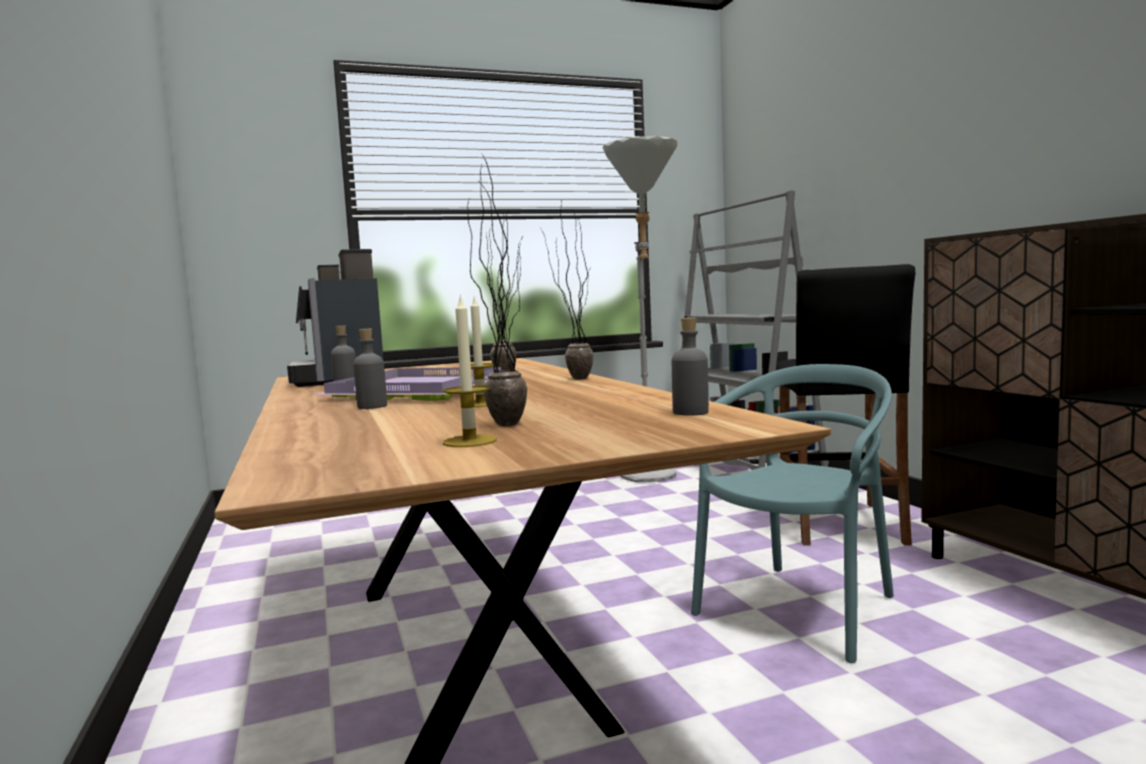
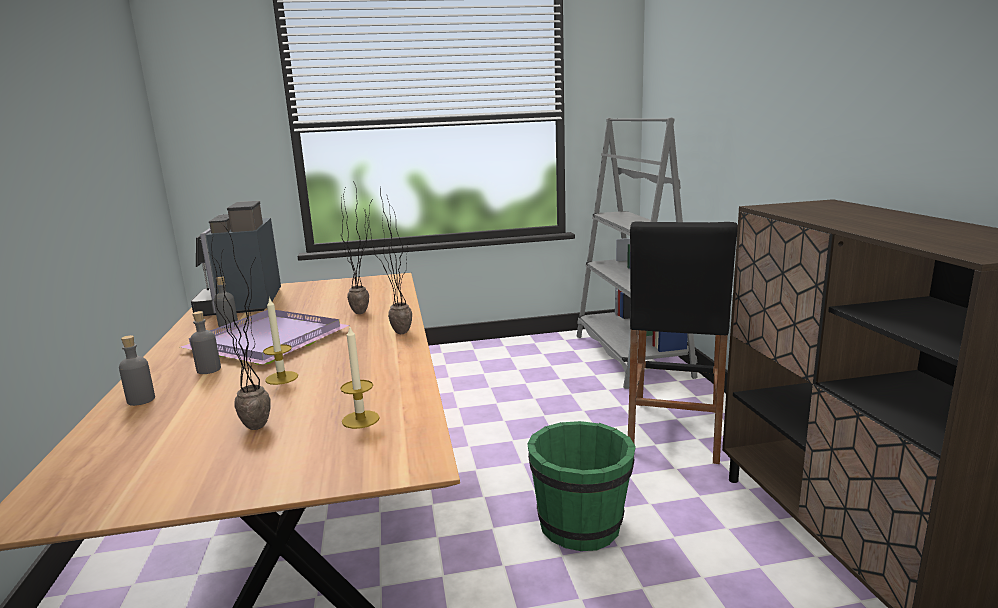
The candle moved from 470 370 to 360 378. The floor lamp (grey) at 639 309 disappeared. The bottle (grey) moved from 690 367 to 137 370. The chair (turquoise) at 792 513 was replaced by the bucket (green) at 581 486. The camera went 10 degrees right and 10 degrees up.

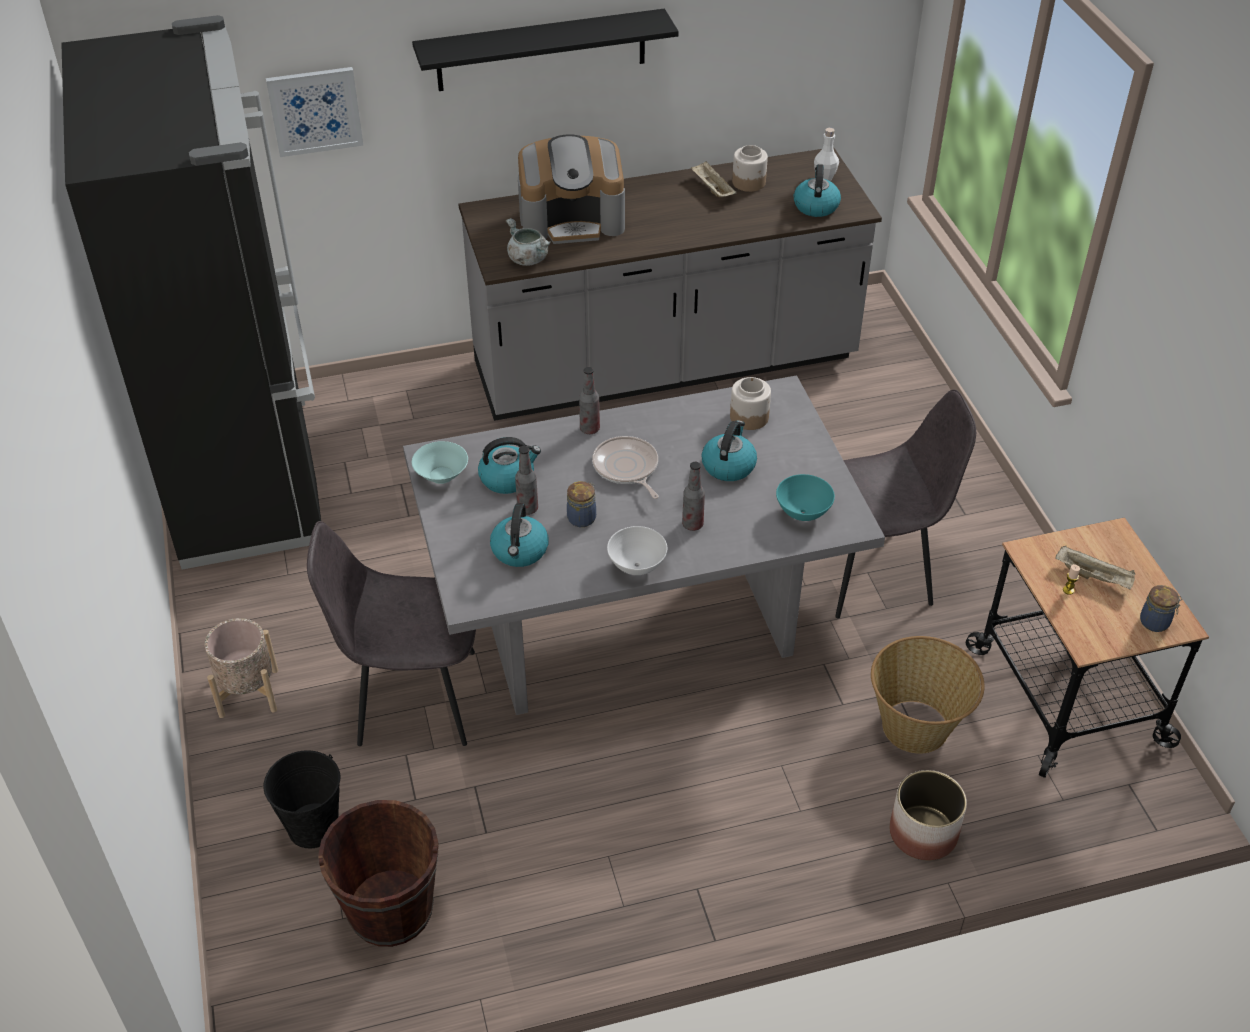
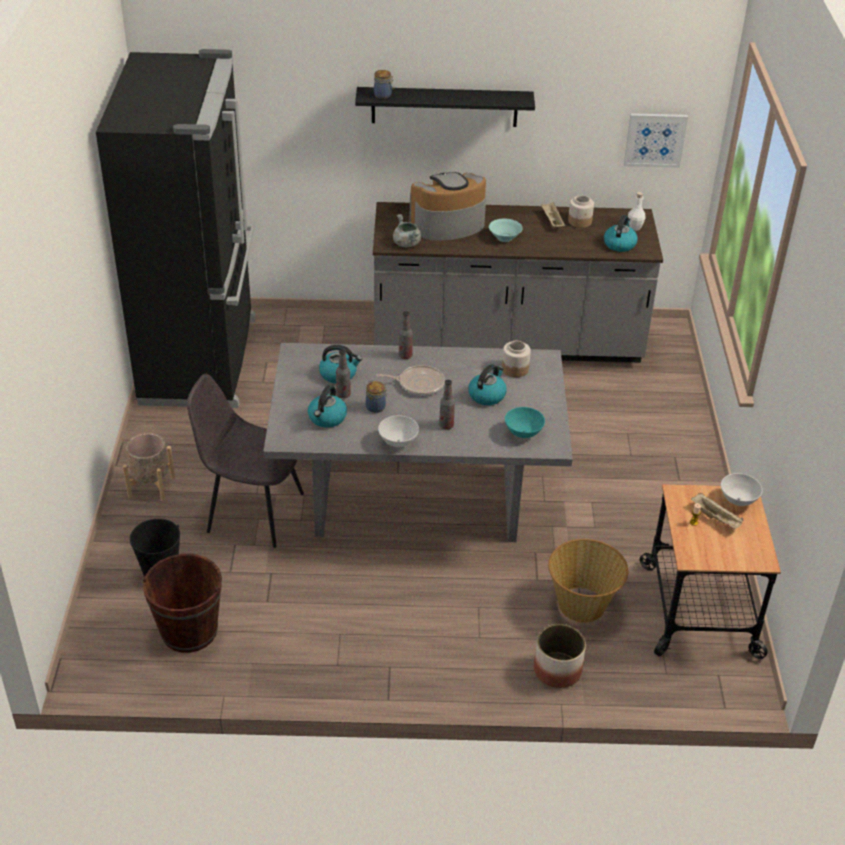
The picture moved from 314 112 to 656 140. The bowl (turquoise) moved from 440 462 to 506 230. The coffee machine at 571 189 turned 150 degrees clockwise. The frying pan at 625 467 turned 105 degrees clockwise. The chair (grey) at 905 504 disappeared. The jar moved from 1161 608 to 384 84. The bowl (white) at 741 489 appeared. The camera went 15 degrees right and 5 degrees down.

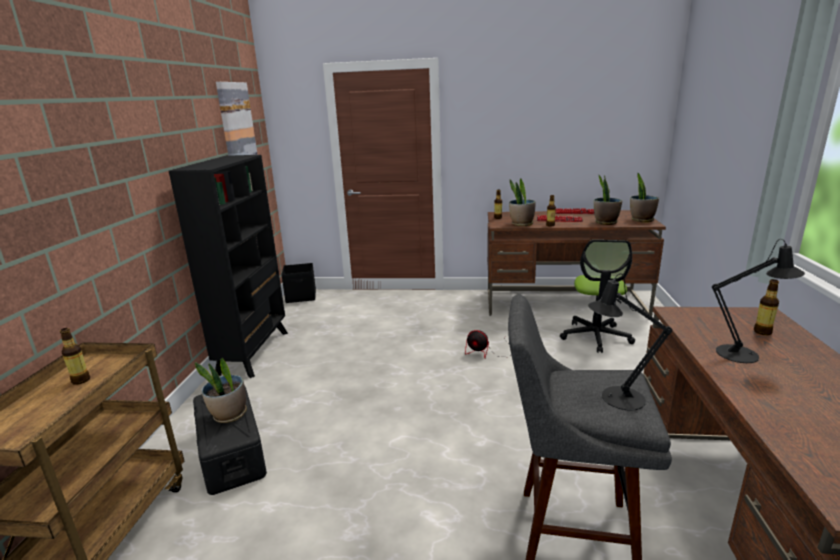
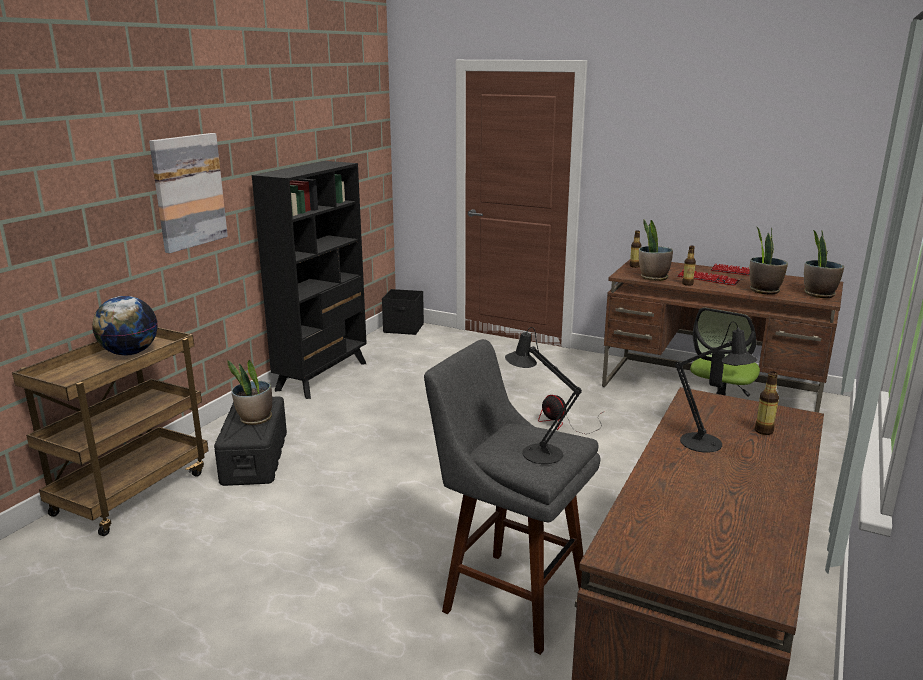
The bottle at 75 356 was replaced by the globe at 125 326. The picture moved from 237 119 to 188 193. The camera went 20 degrees right and 0 degrees up.

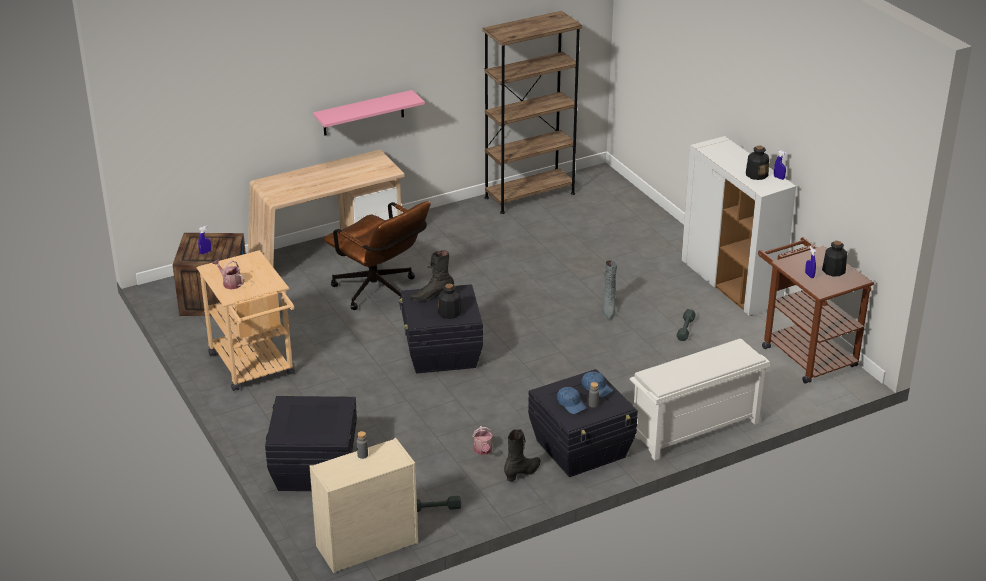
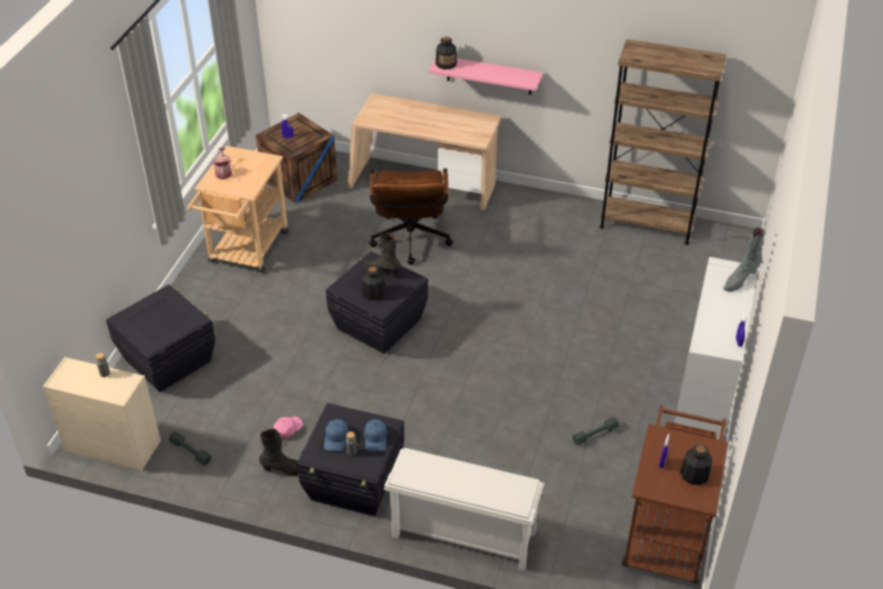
The watering can at 482 440 was replaced by the cap (pink) at 288 428. The boot (grey) moved from 609 289 to 744 259. The bottle moved from 757 162 to 446 53. The camera went 45 degrees right and 10 degrees up.

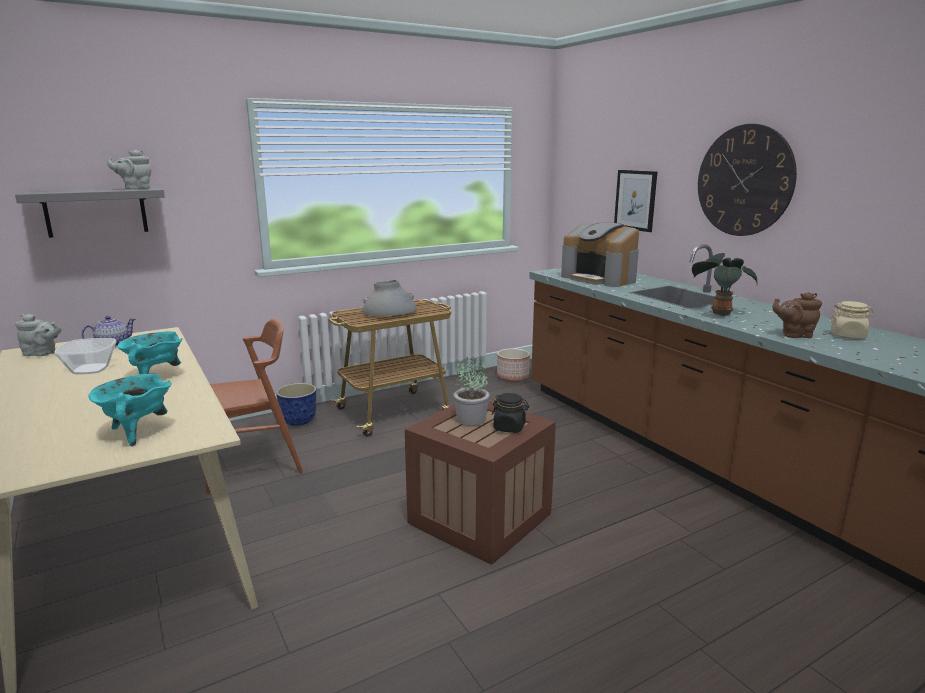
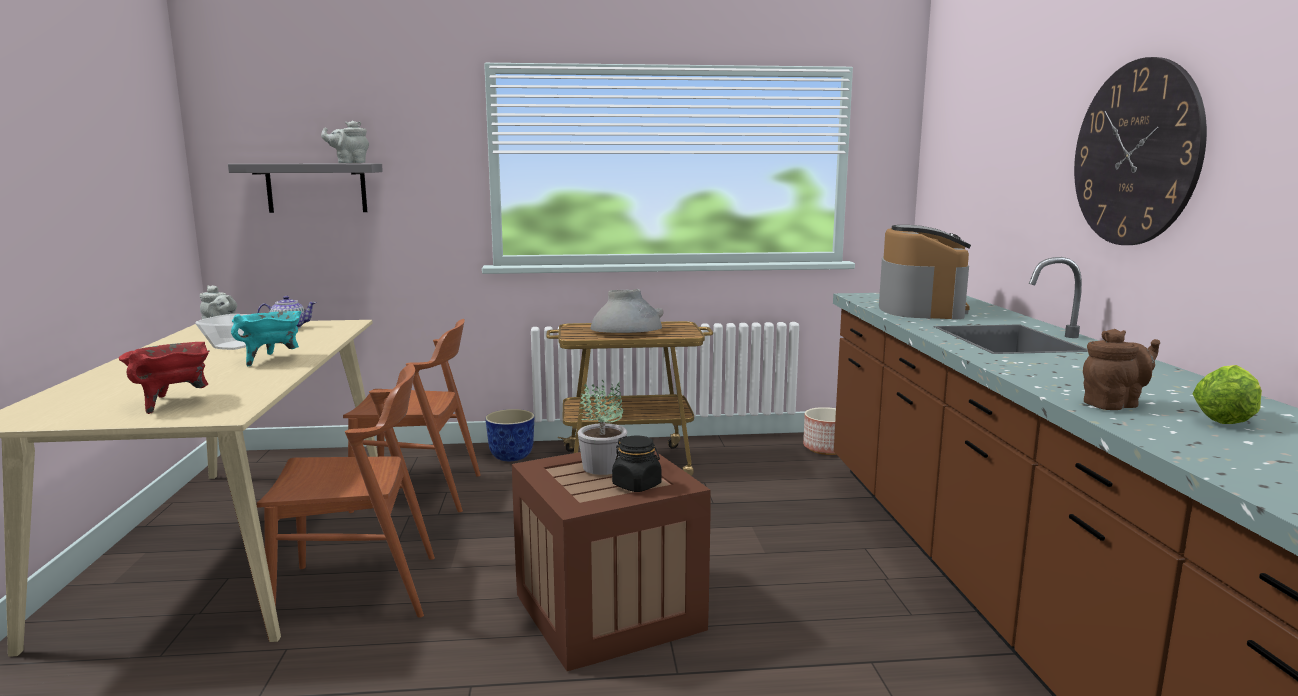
The cooking pot (turquoise) at 130 410 became the cooking pot (red) at 164 378. The coffee machine at 600 254 turned 150 degrees counterclockwise. The picture at 635 201 disappeared. The potted plant at 725 284 disappeared. The teapot (brown) at 797 315 turned 135 degrees clockwise. The jar (beige) at 852 320 was replaced by the lettuce at 1227 394. The chair (brown) at 346 491 appeared. The camera went 25 degrees right and 5 degrees down.

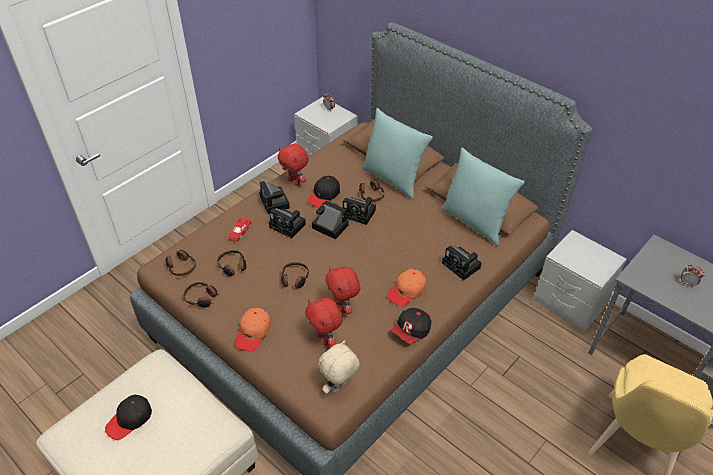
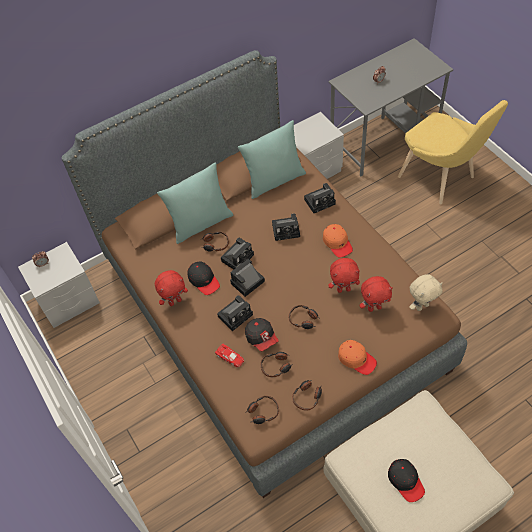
The photo camera moved from 274 197 to 286 227. The plush toy (beige) at 339 367 turned 90 degrees counterclockwise. The cap moved from 411 326 to 262 334. The camera went 70 degrees left and 10 degrees up.

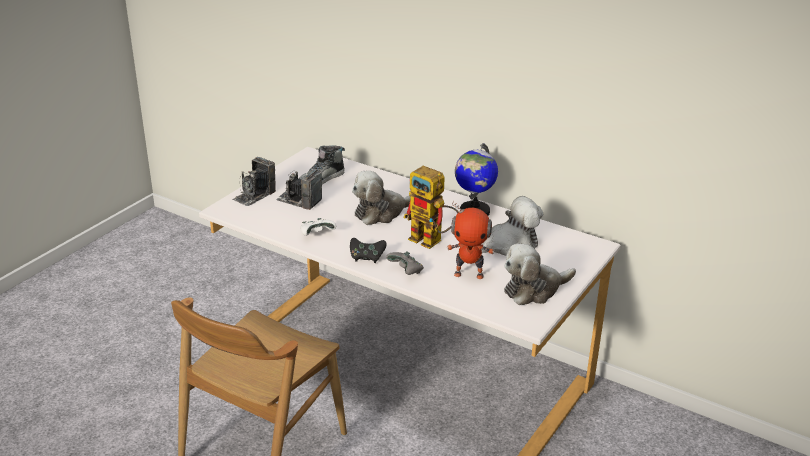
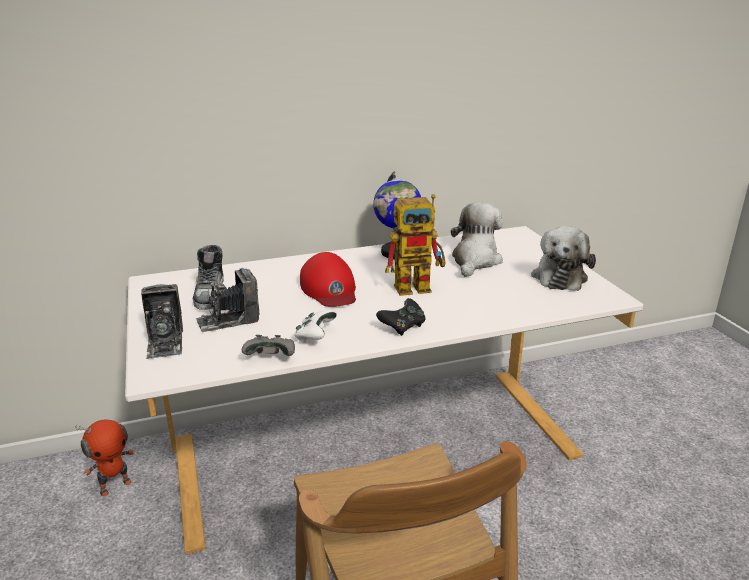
The plush toy at 381 198 was replaced by the cap (red) at 328 279. The game controller (grey) moved from 405 263 to 268 345. The toy robot moved from 470 240 to 105 457. The camera went 50 degrees left and 5 degrees down.

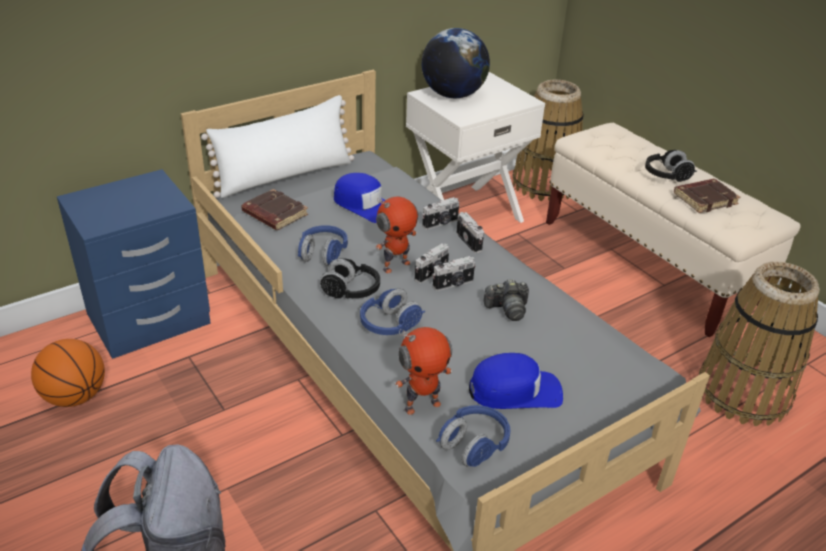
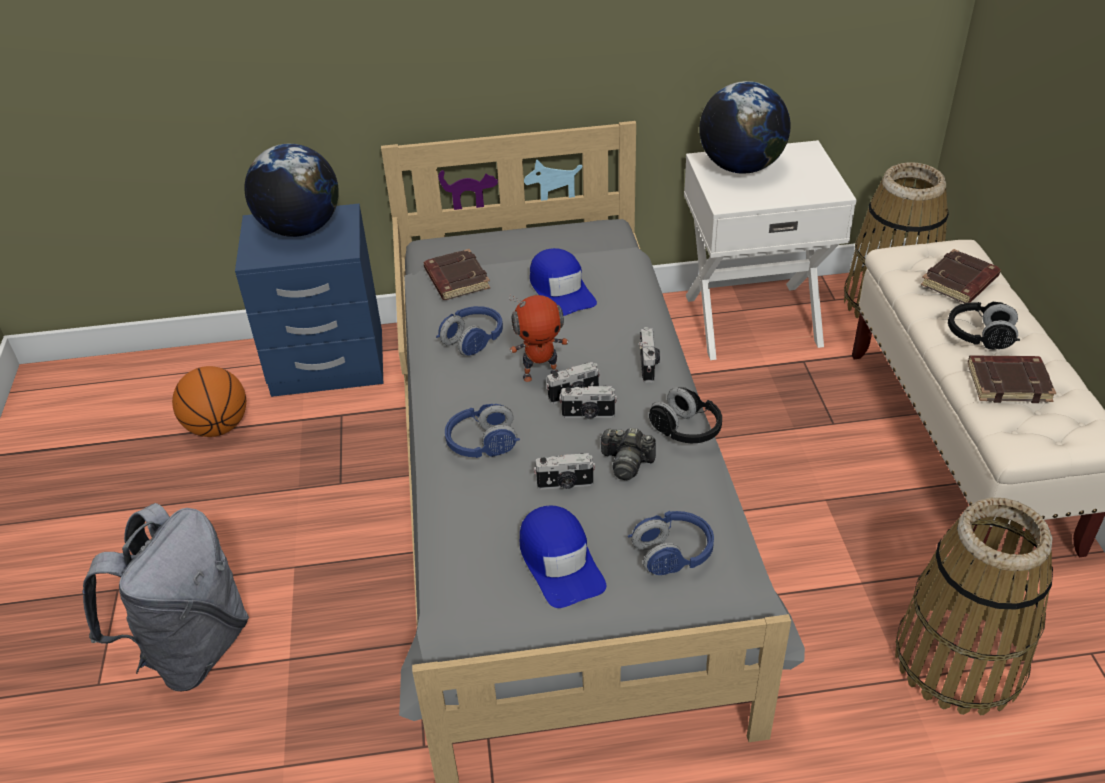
The pillow (white) at 277 146 disappeared. The headphones (black) moved from 350 278 to 685 415. The toy robot at 423 371 disappeared. The photo camera moved from 440 213 to 565 471. The headphones (blue) moved from 473 436 to 671 543. The cap (blue) at 516 381 turned 45 degrees clockwise. The globe at 291 190 appeared. The book (brown) at 961 276 appeared. The camera went 30 degrees right and 5 degrees up.

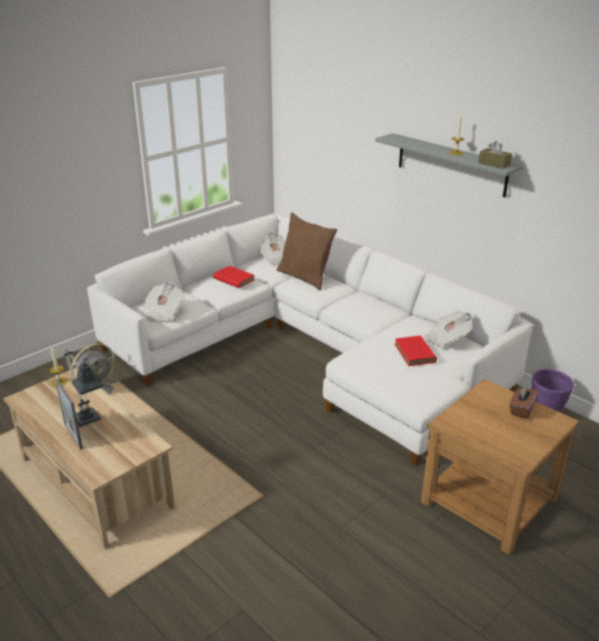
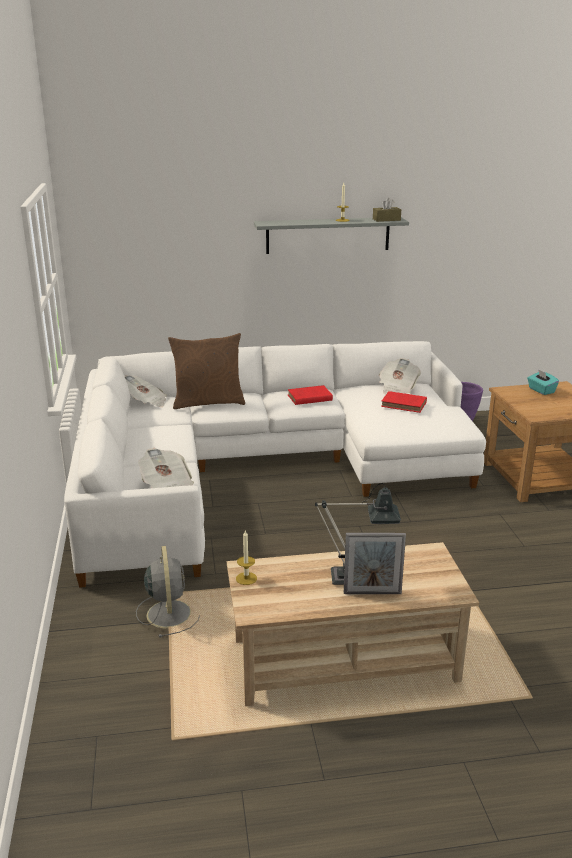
The book (red) moved from 234 277 to 310 395. The tissue box (brown) at 524 402 became the tissue box (turquoise) at 543 382. The camera went 55 degrees left and 5 degrees down.

